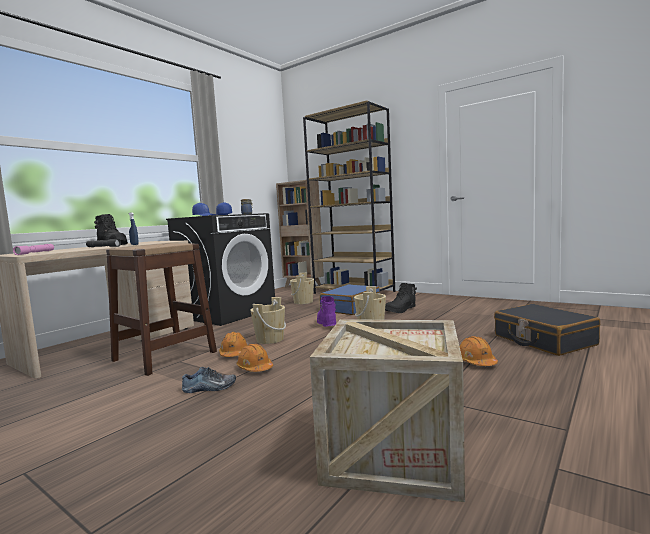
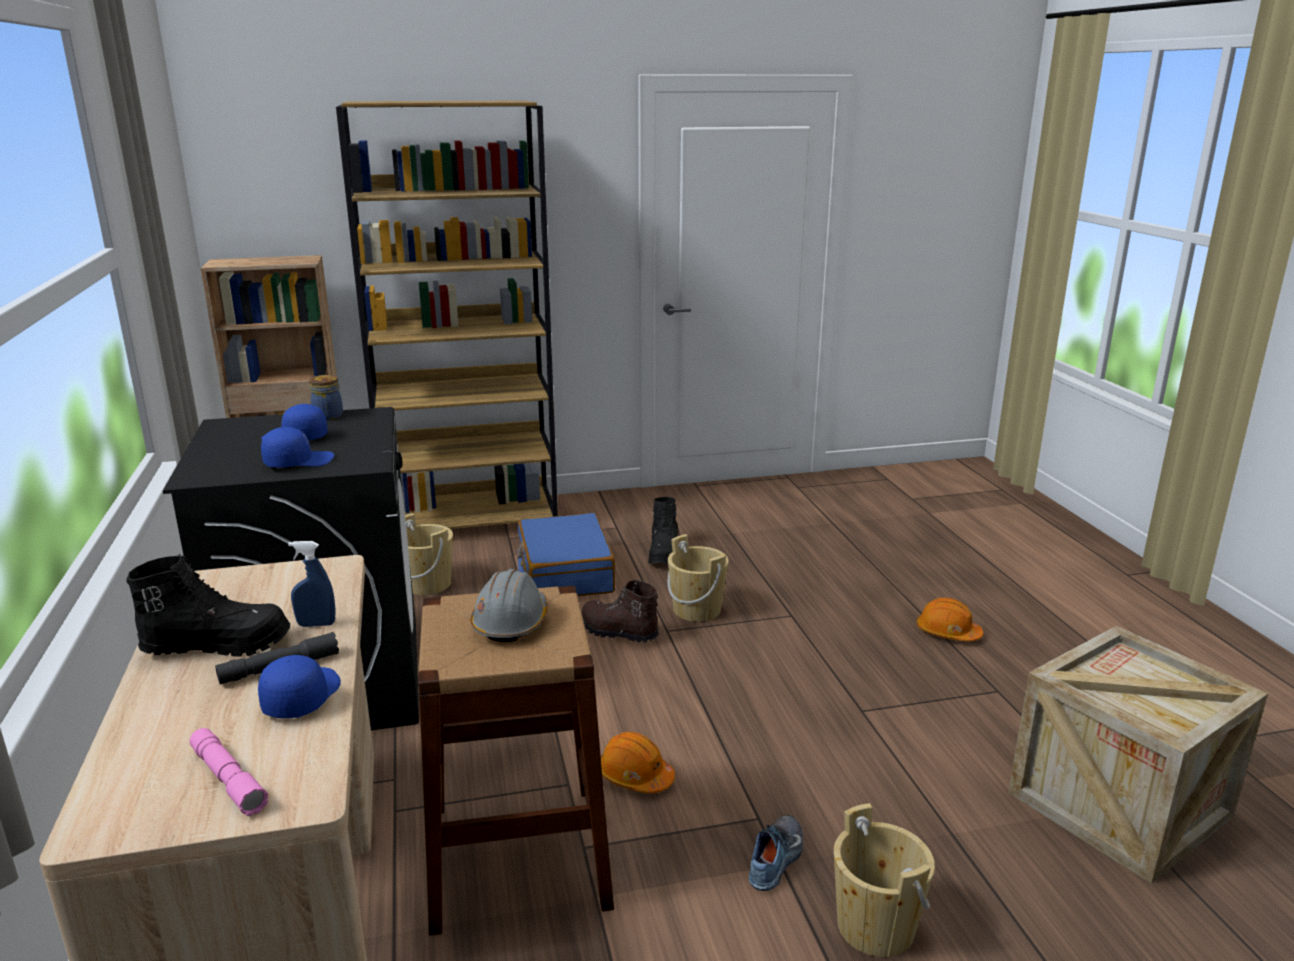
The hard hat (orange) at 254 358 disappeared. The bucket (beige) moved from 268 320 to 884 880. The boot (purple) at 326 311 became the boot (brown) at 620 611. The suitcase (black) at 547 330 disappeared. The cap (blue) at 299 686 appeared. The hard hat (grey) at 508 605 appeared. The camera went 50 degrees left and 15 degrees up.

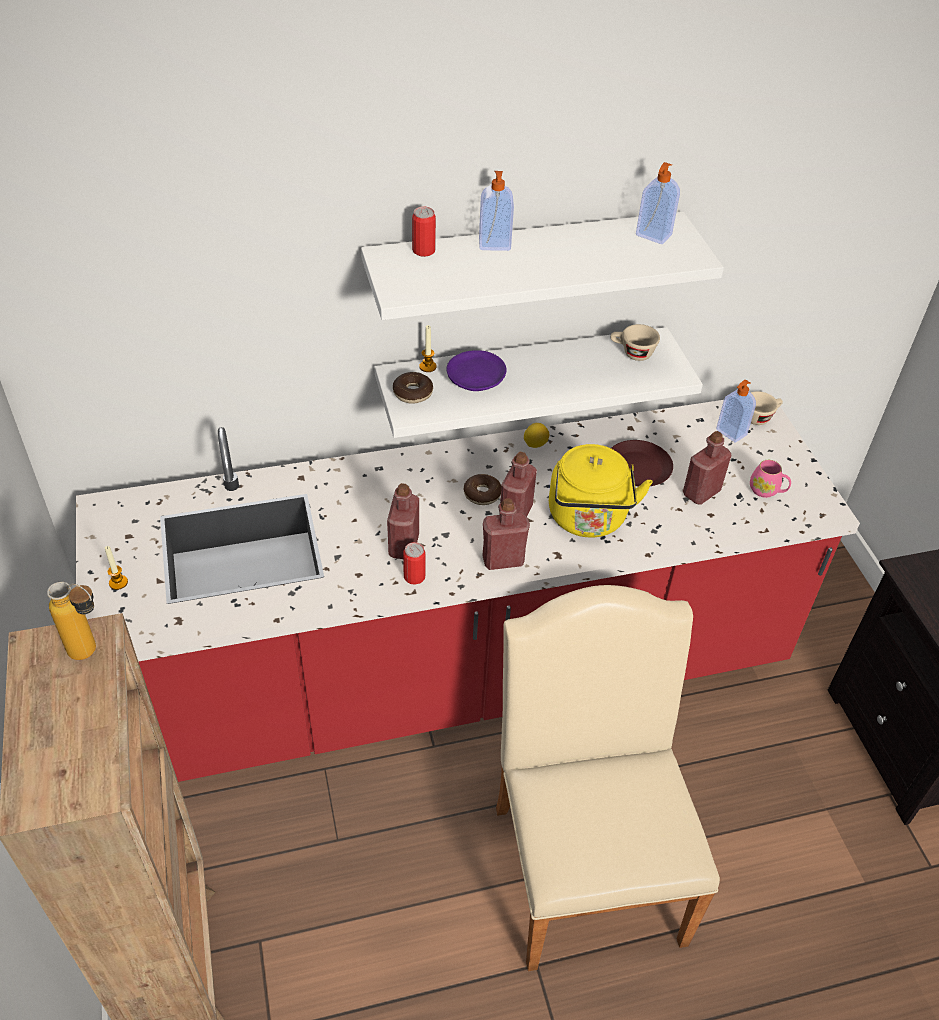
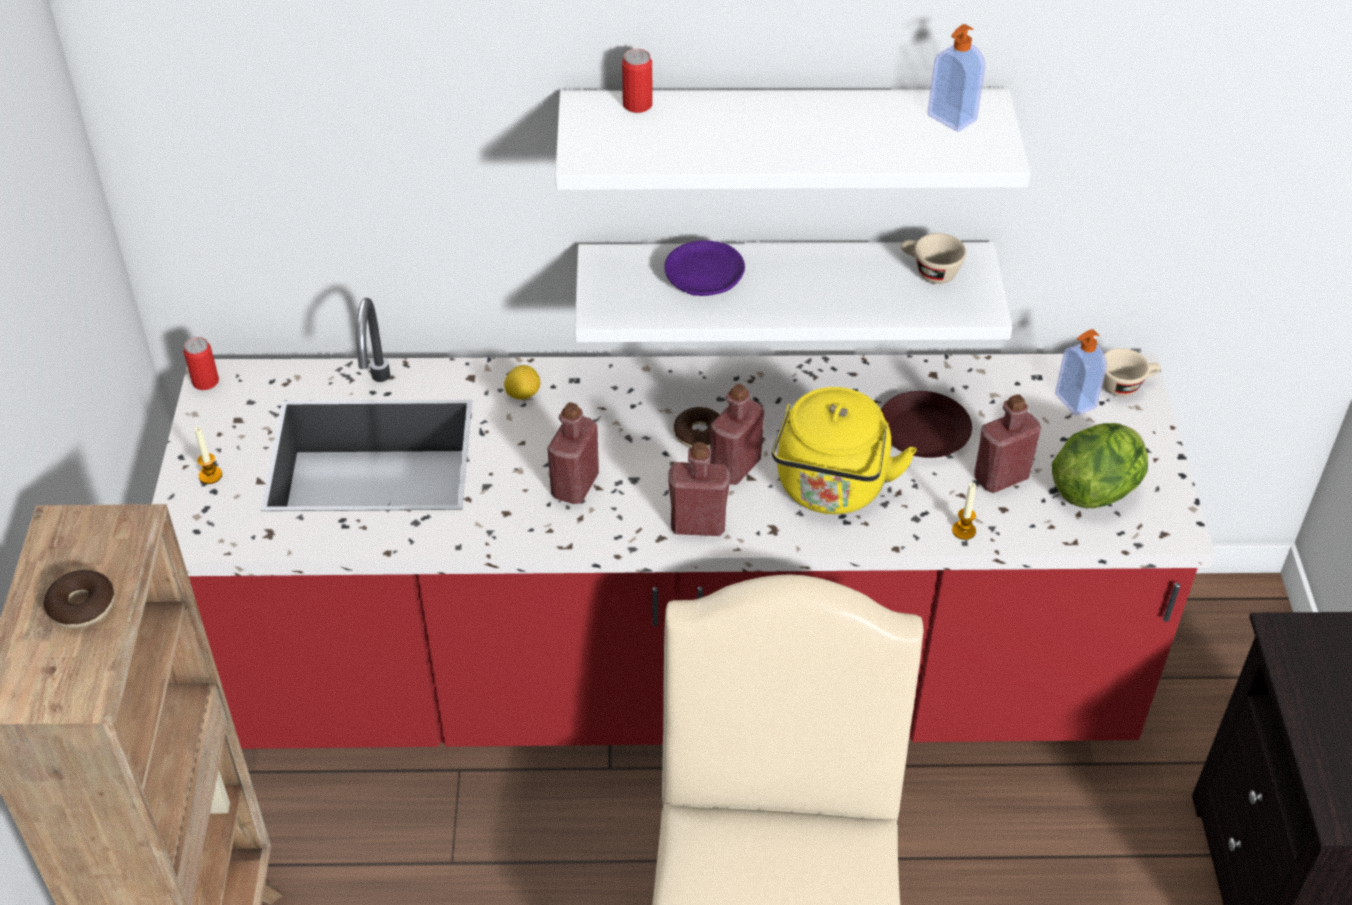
The bottle at 71 621 disappeared. The donut moved from 413 388 to 79 599. The can moved from 414 563 to 201 363. The candle moved from 428 348 to 964 511. The soap dispenser at 496 211 disappeared. The lemon moved from 536 435 to 522 382. The mug (pink) at 770 479 was replaced by the lettuce at 1100 465. The camera went 15 degrees right and 0 degrees up.

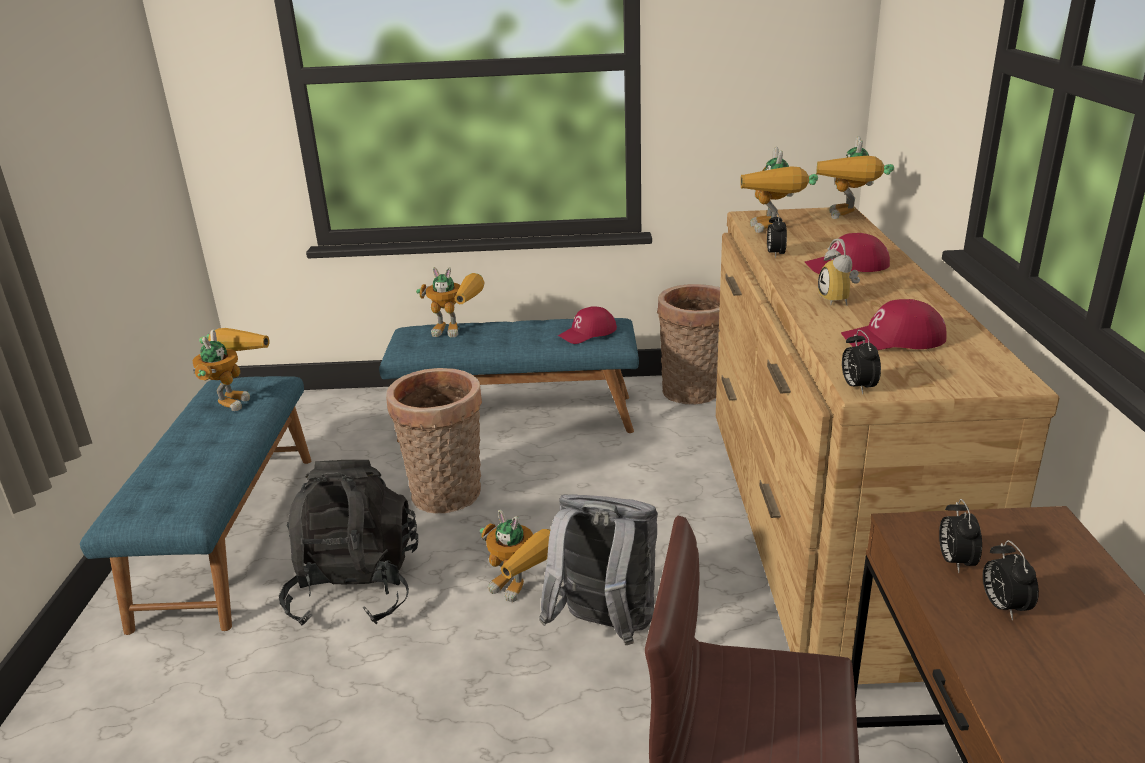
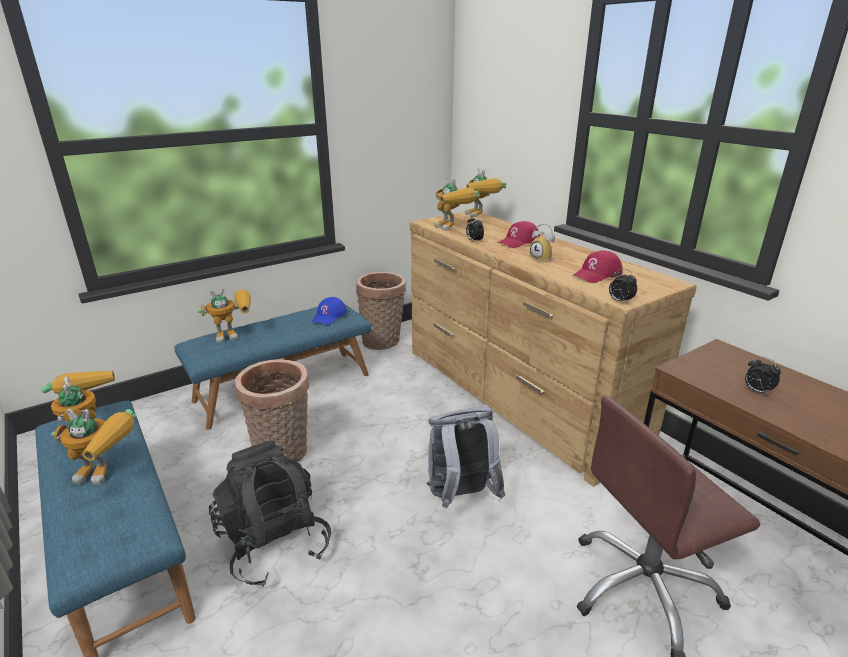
The toy robot moved from 515 556 to 94 447. The cap (red) at 587 325 became the cap (blue) at 329 311. The alarm clock at 960 536 disappeared. The camera went 35 degrees left and 0 degrees up.

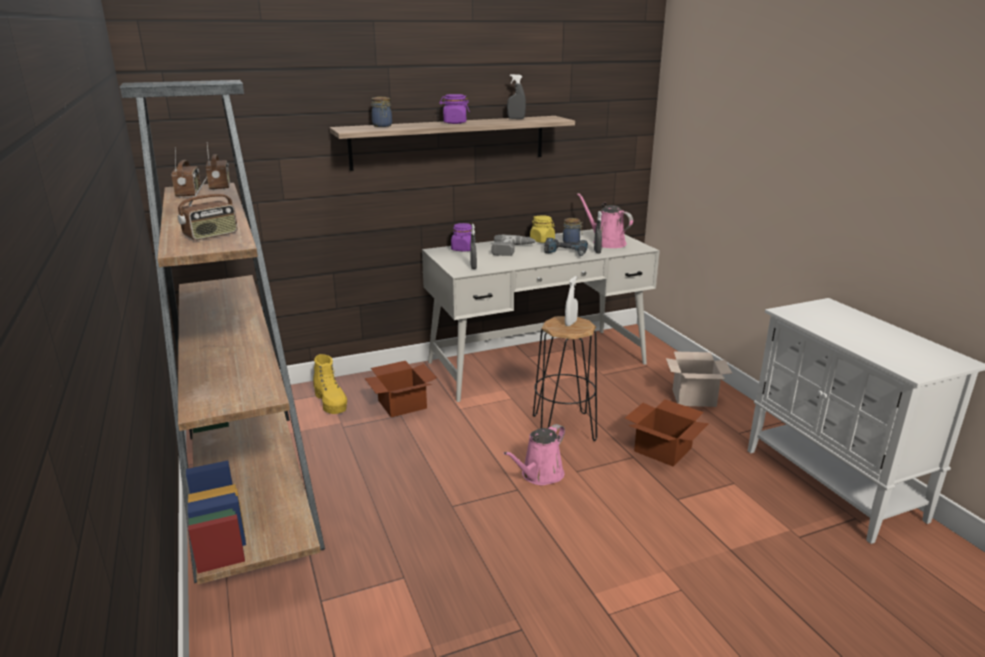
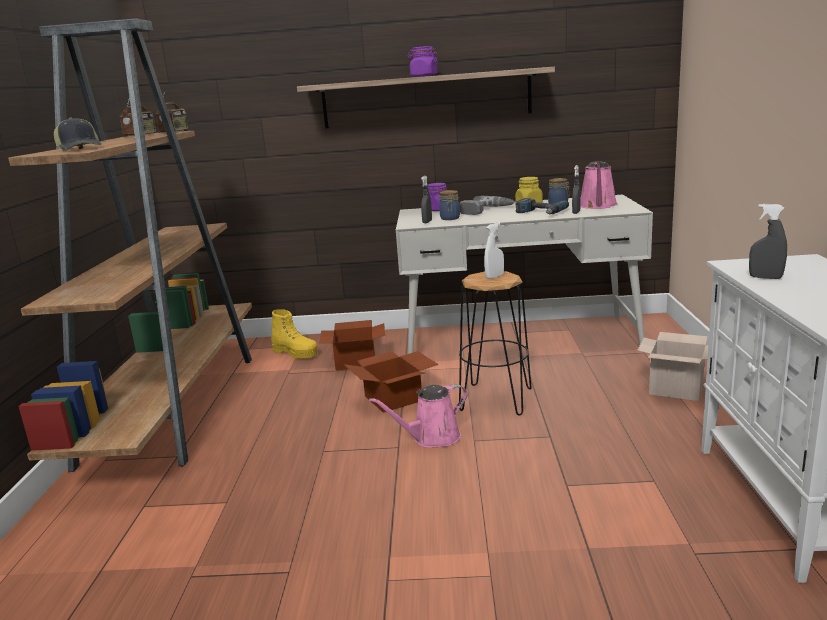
The radio at 208 209 was replaced by the cap at 77 134. The boot (yellow) at 330 384 turned 45 degrees counterclockwise. The jar moved from 381 112 to 449 205. The spray bottle (grey) moved from 516 96 to 768 241. The watering can (pink) at 605 220 turned 150 degrees counterclockwise. The cardboard box moved from 667 433 to 391 382. The camera went 25 degrees right and 5 degrees down.

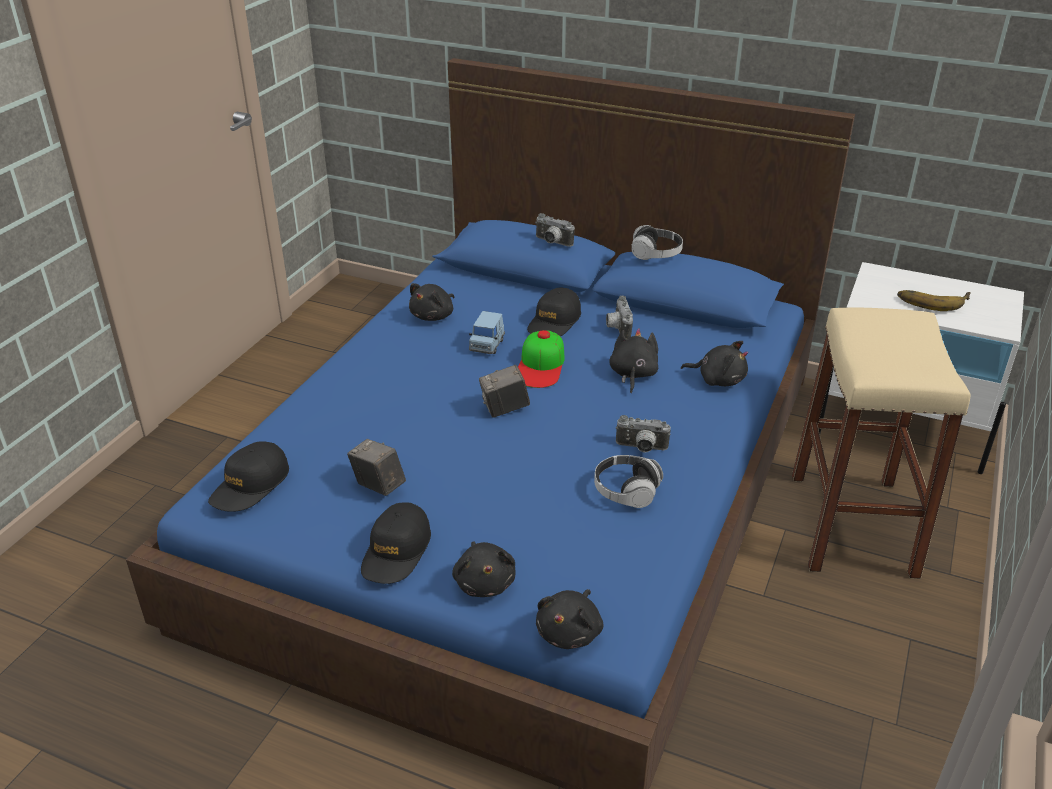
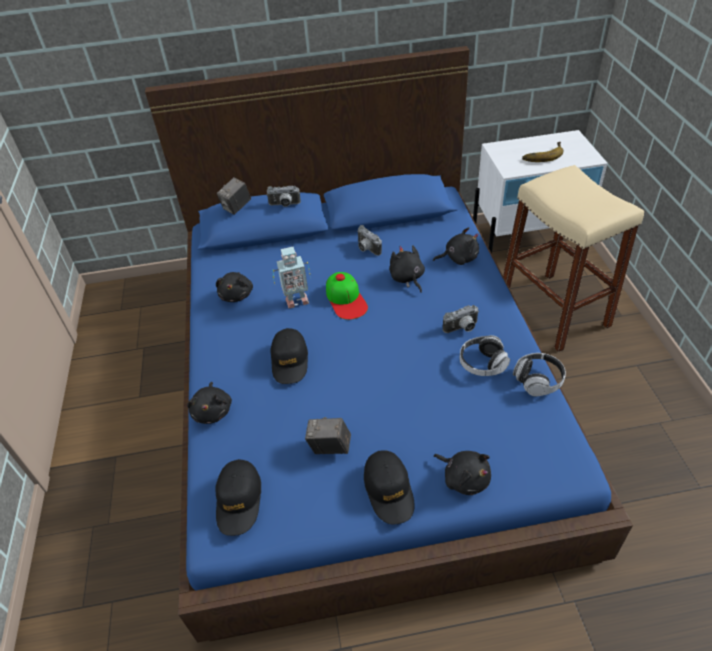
The toy car (blue) at 487 332 was replaced by the toy robot at 291 277. The photo camera moved from 504 391 to 234 196. The cap (black) moved from 554 312 to 289 356. The plush toy (black) moved from 569 619 to 209 403. The headphones moved from 657 242 to 539 375. The camera went 30 degrees left and 10 degrees up.

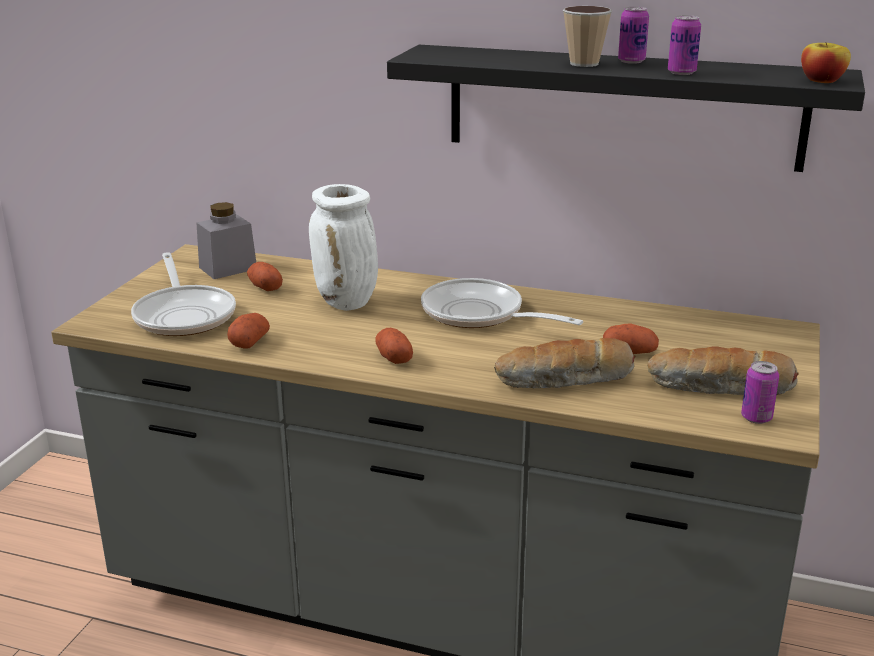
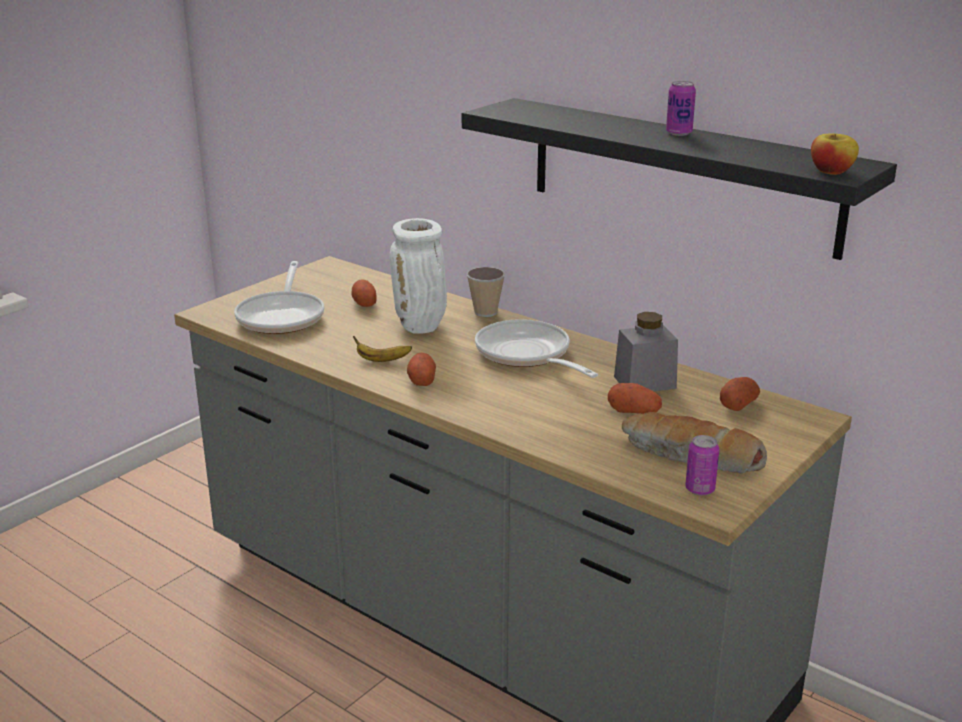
The jar (grey) moved from 226 240 to 646 351. The potato moved from 248 331 to 740 394. The bread at 564 363 disappeared. The cup moved from 587 36 to 485 292. The can at 684 45 disappeared. The banana at 382 349 appeared. The camera went 20 degrees right and 0 degrees up.

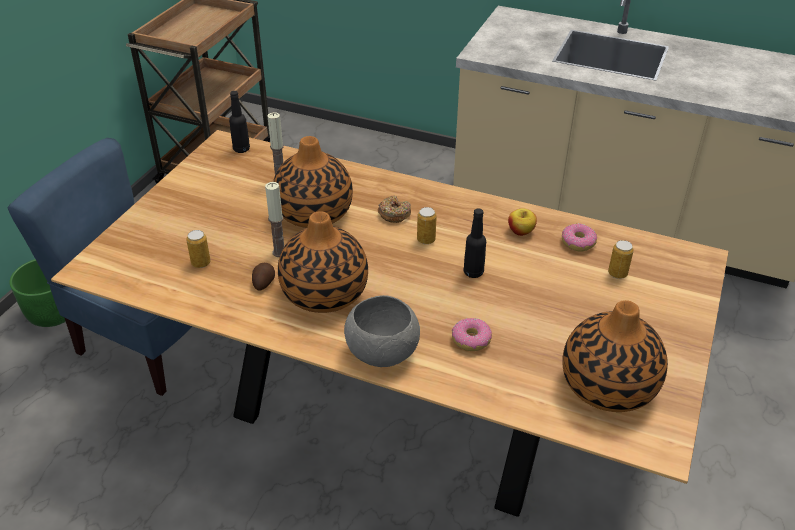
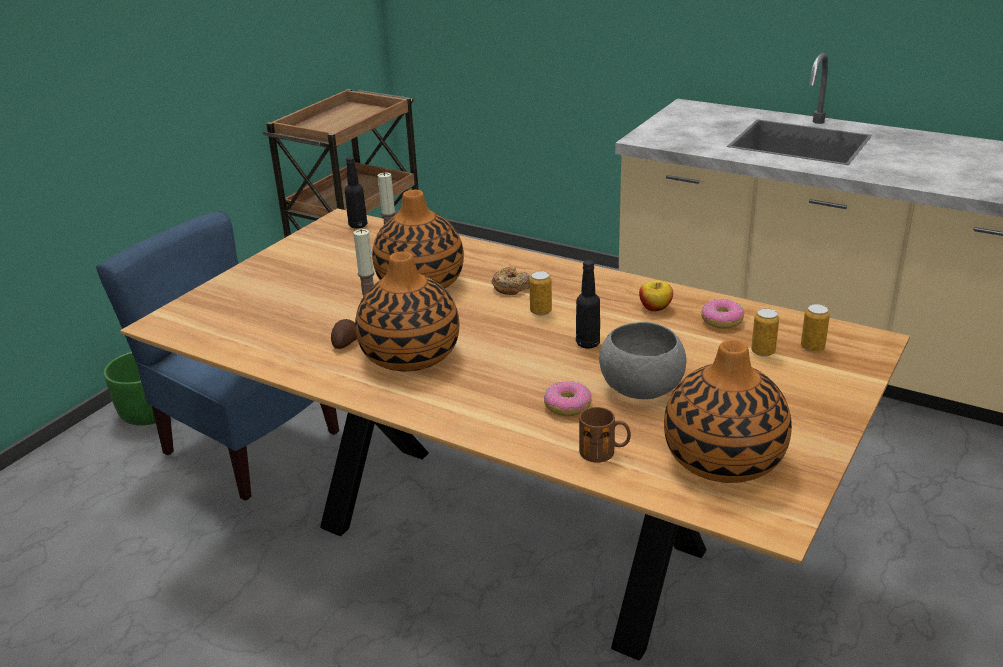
The can moved from 198 249 to 815 328. The bowl (grey) moved from 382 331 to 643 360. The mug (brown) at 605 435 appeared. The camera went 10 degrees right and 10 degrees down.

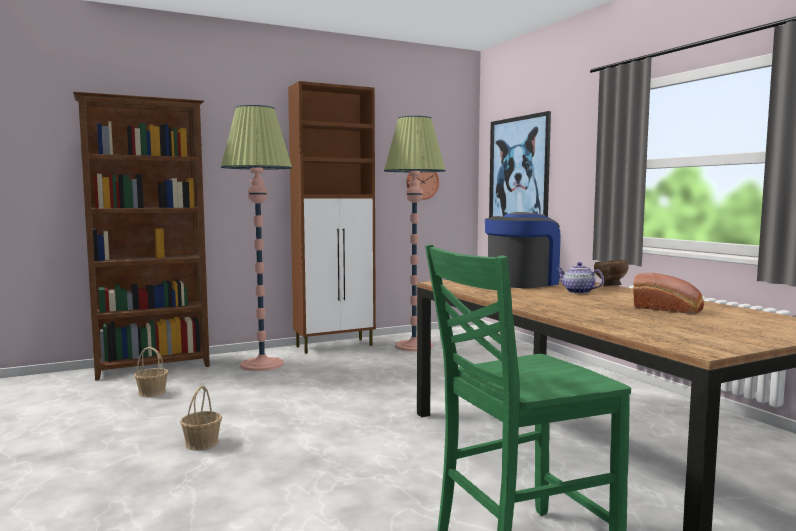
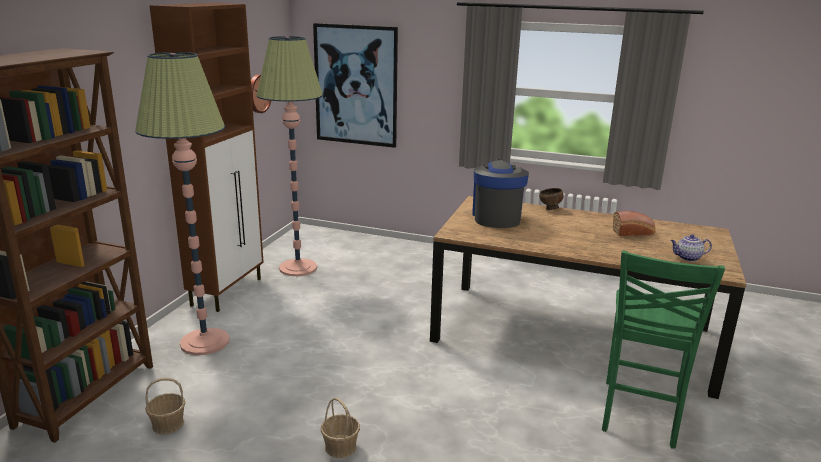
The teapot moved from 580 278 to 691 247. The camera went 45 degrees left and 15 degrees up.

